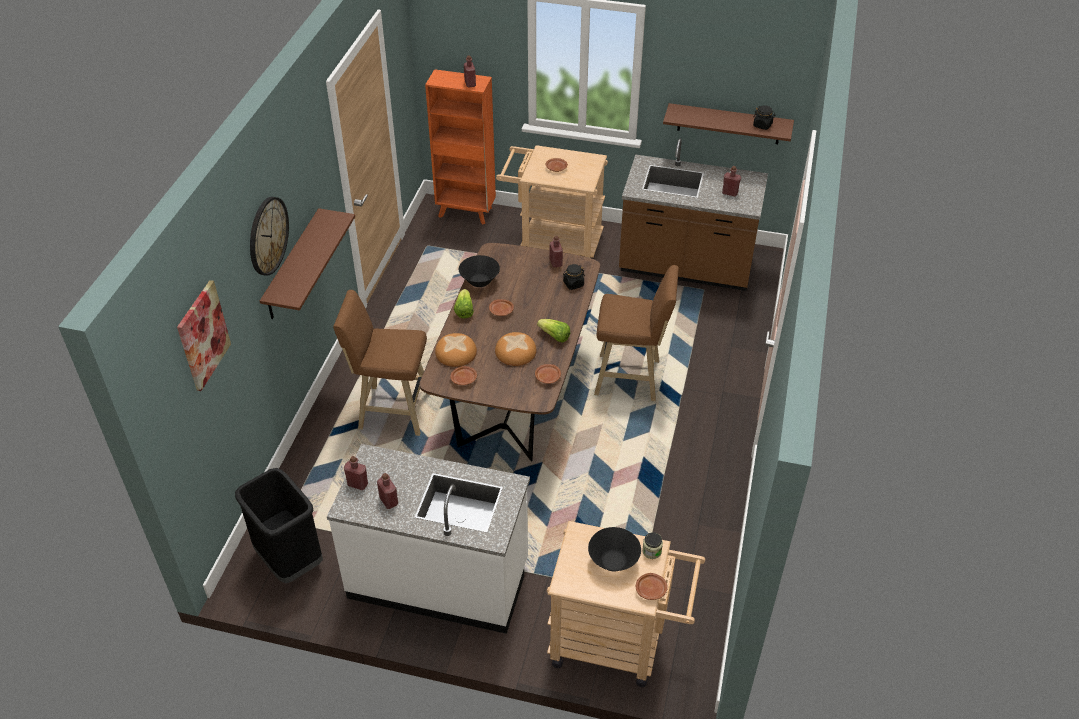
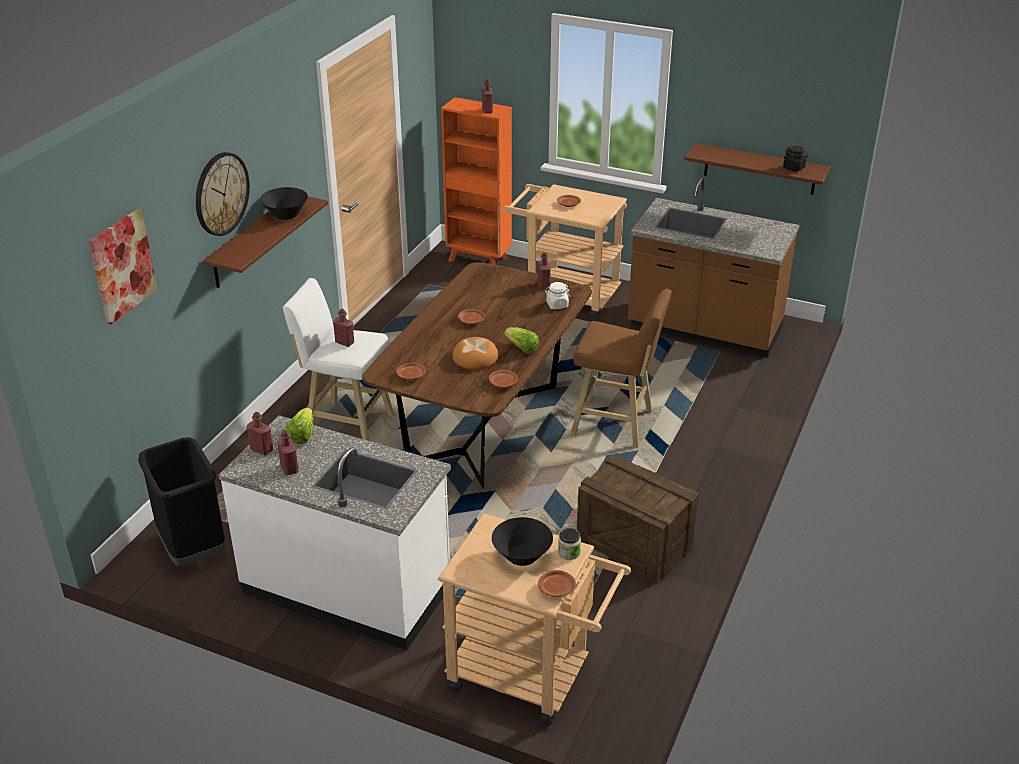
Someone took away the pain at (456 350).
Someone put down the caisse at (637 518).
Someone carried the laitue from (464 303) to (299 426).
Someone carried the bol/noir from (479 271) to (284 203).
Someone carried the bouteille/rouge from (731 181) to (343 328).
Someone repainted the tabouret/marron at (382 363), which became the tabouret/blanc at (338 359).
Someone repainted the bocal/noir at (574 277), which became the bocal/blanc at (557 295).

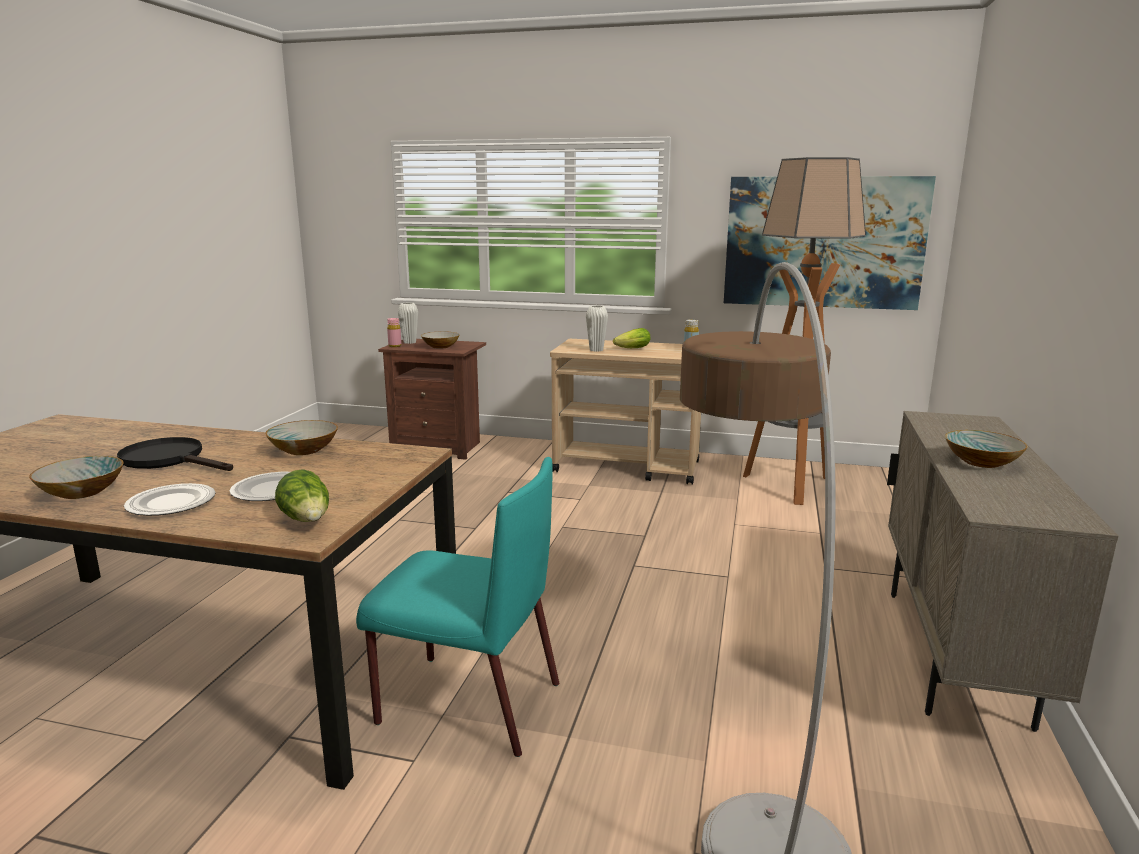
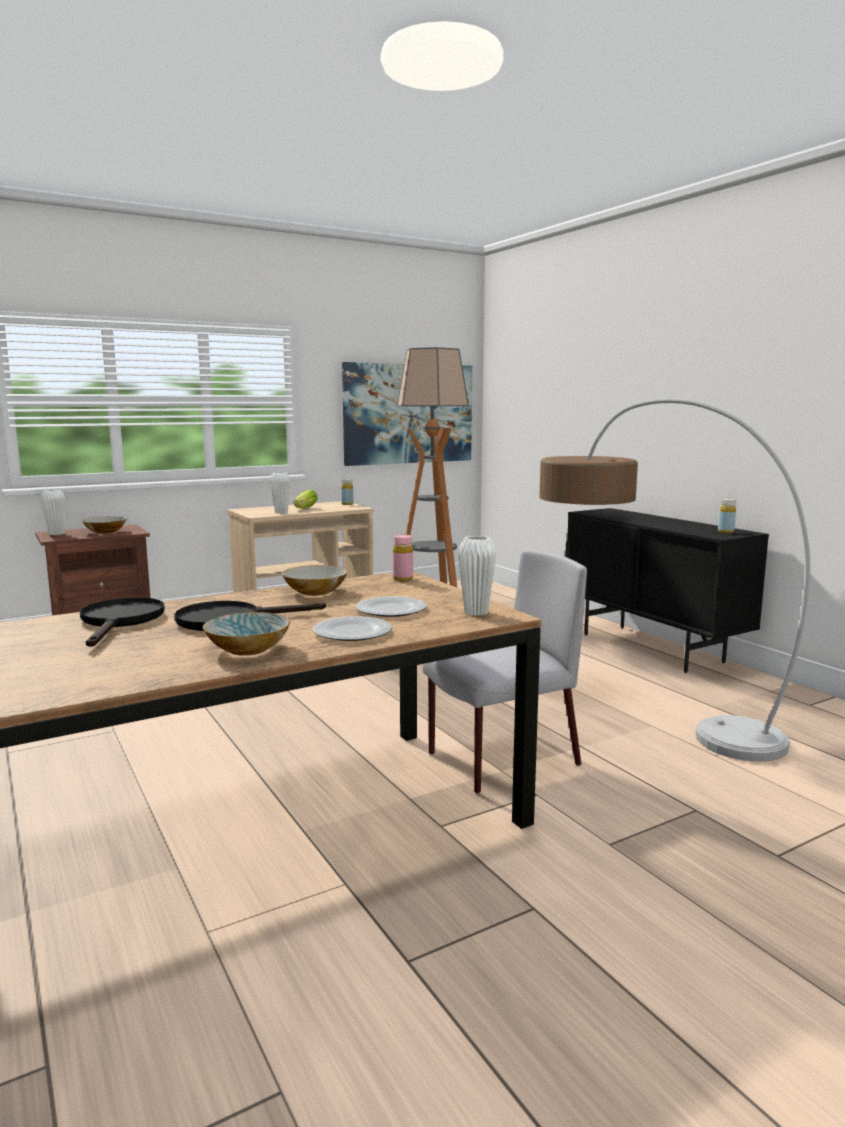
Someone took away the bol at (986 449).
Someone put down the poêle/noir at (122 622).
Someone put down the bouteille/jaune at (727 515).
Someone carried the bouteille/rose from (394 332) to (403 558).
Someone swapped the laitue at (302 495) for the vase/blanc at (477 576).
Someone repainted the chaise/turquoise at (457 607), which became the chaise/gris at (504 672).
Someone repainted the meuble de rangement/beige at (1002 571), which became the meuble de rangement/noir at (667 590).

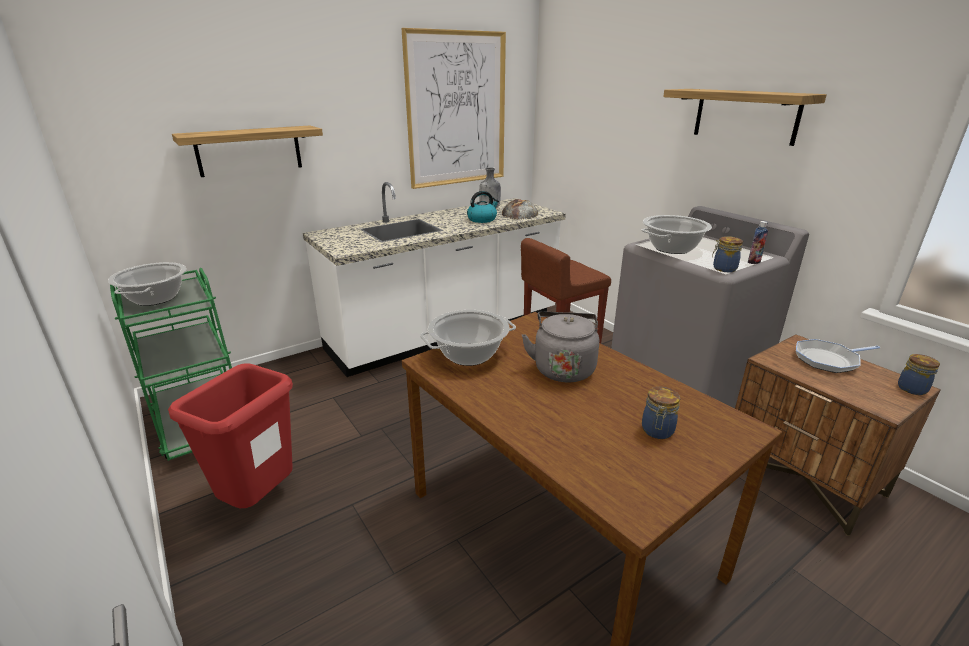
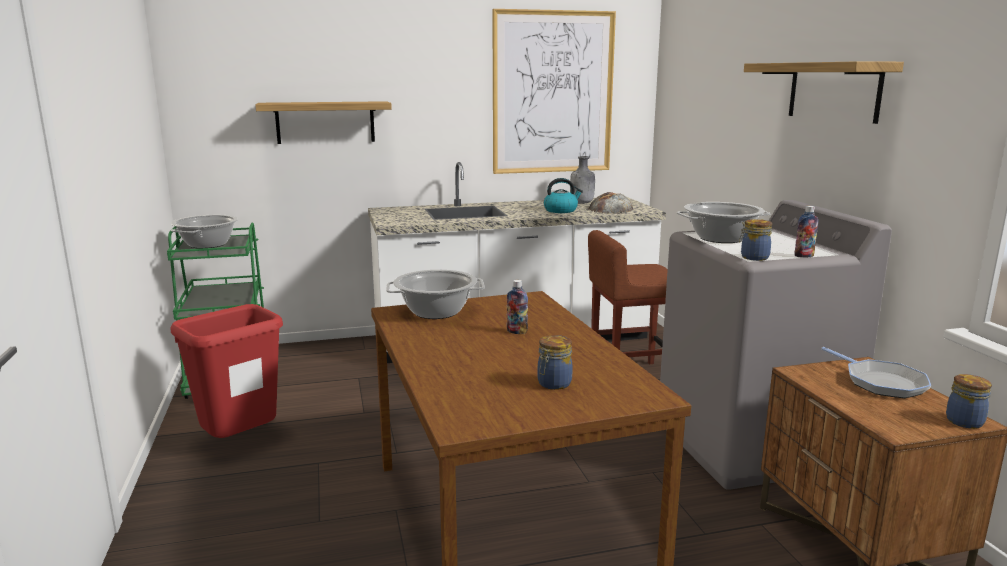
Someone swapped the bouilloire/gris at (560 347) for the bouteille at (517 307).
Someone rotated the poêle at (838 356) by 120 degrees counterclockwise.

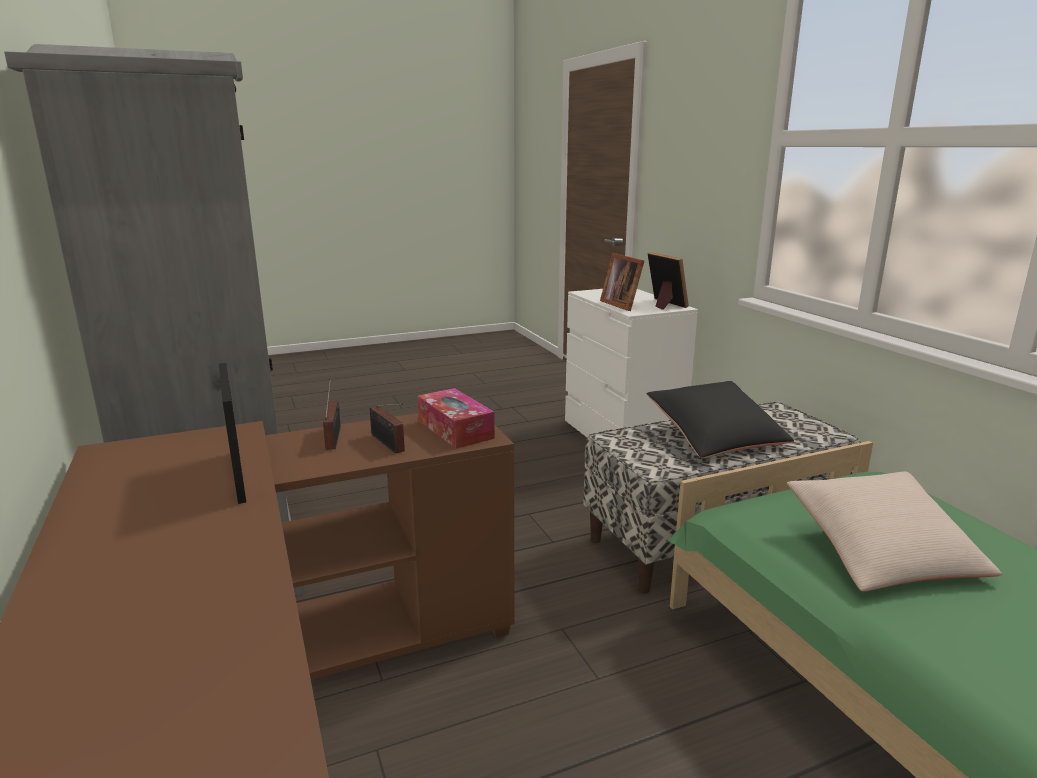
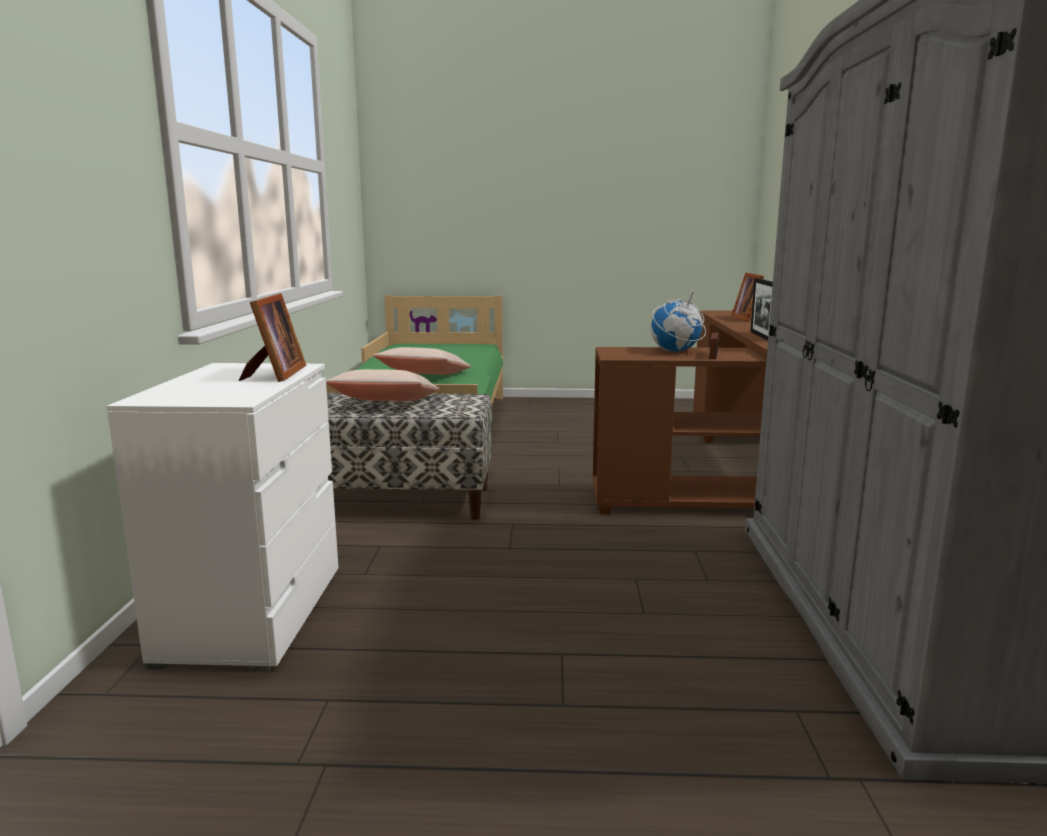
Someone took away the boîte à mouchoirs at (456 418).
Someone carried the cadre photo from (668 281) to (747 297).
Someone swapped the radio at (387 428) for the globe at (678 319).
Someone repainted the coussin/noir at (720 419), which became the coussin/beige at (382 385).

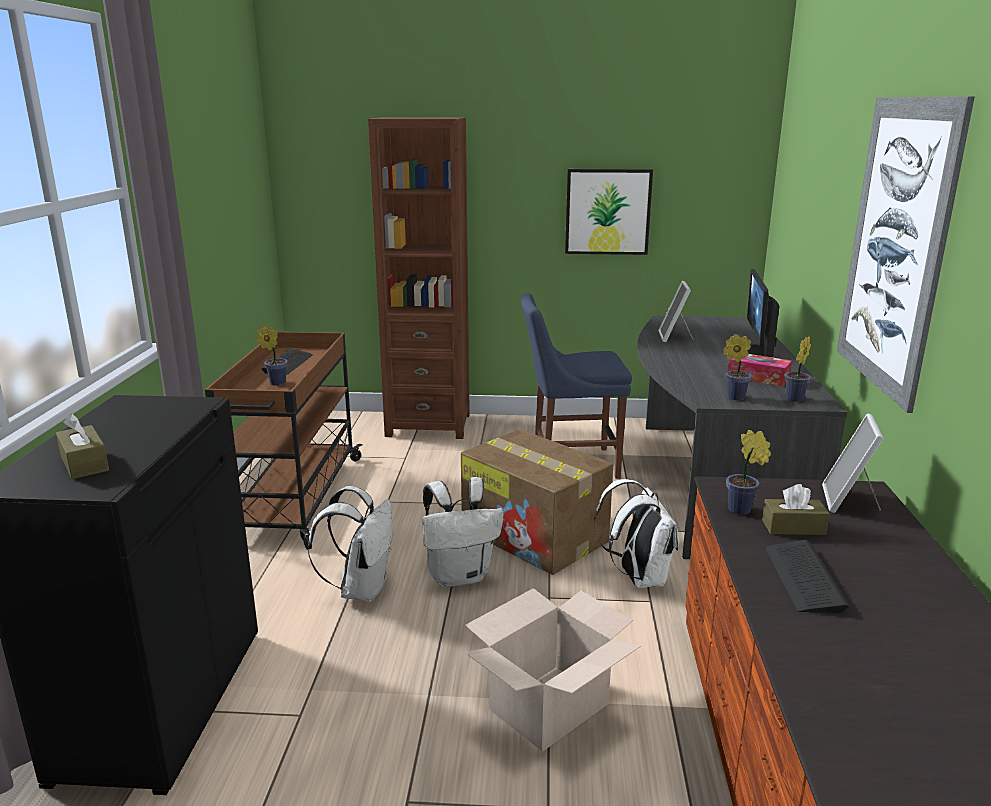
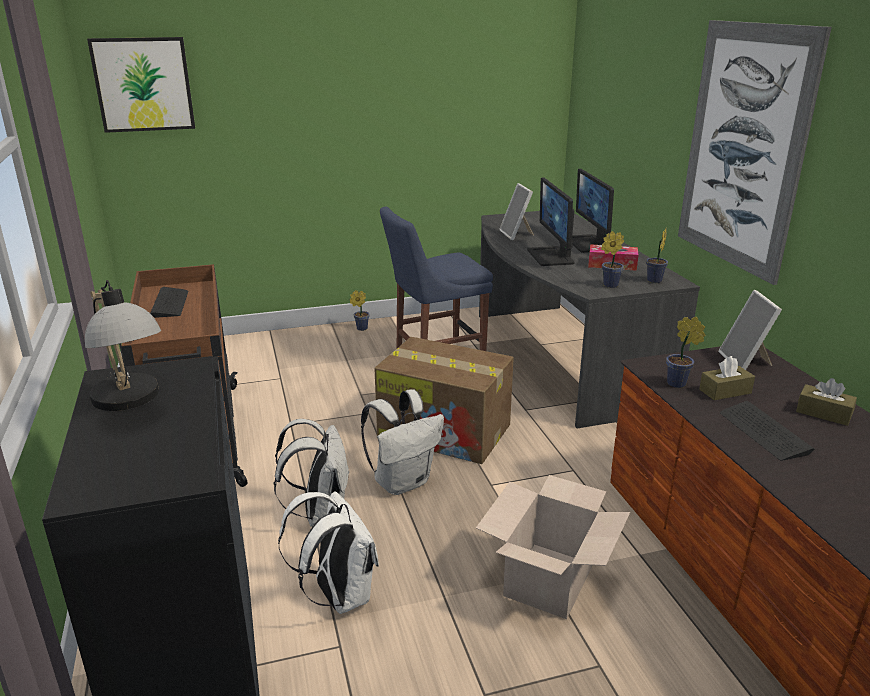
Someone took away the bibliothèque/marron at (419 278).
Someone put down the lampe de table at (123 345).
Someone put down the écran d'ordinateur at (551 221).
Someone carried the boîte à mouchoirs/marron from (82 446) to (826 402).
Someone carried the plante en pot from (272 355) to (359 310).
Someone carried the tableau from (609 212) to (141 85).
Someone carried the sac à dos/blanc from (636 533) to (328 552).

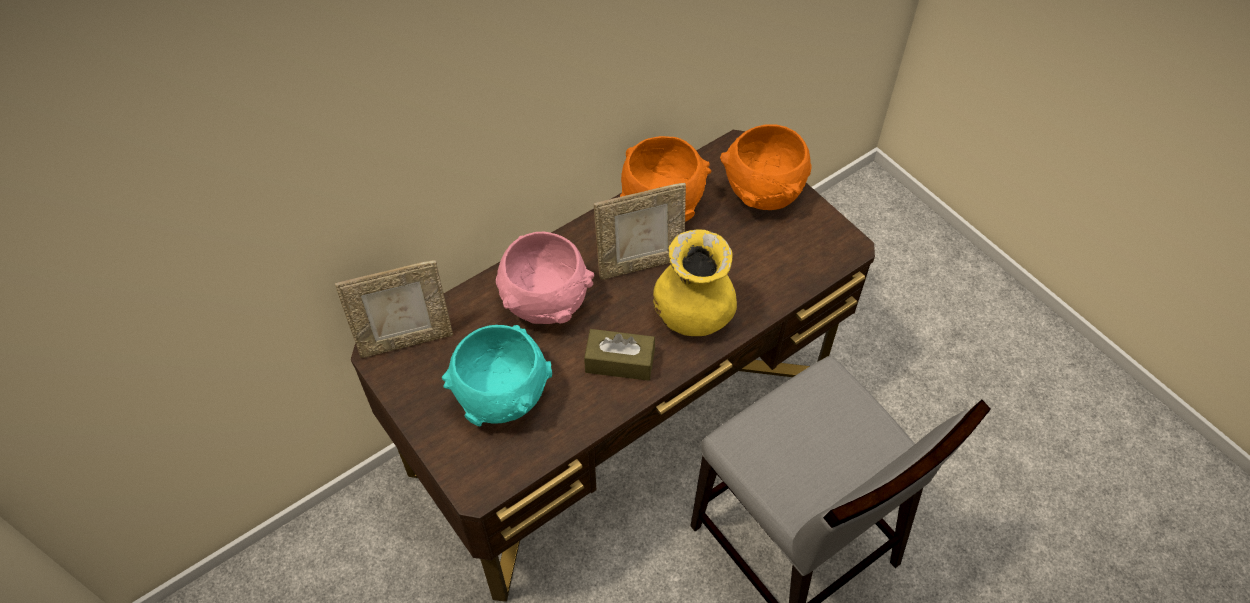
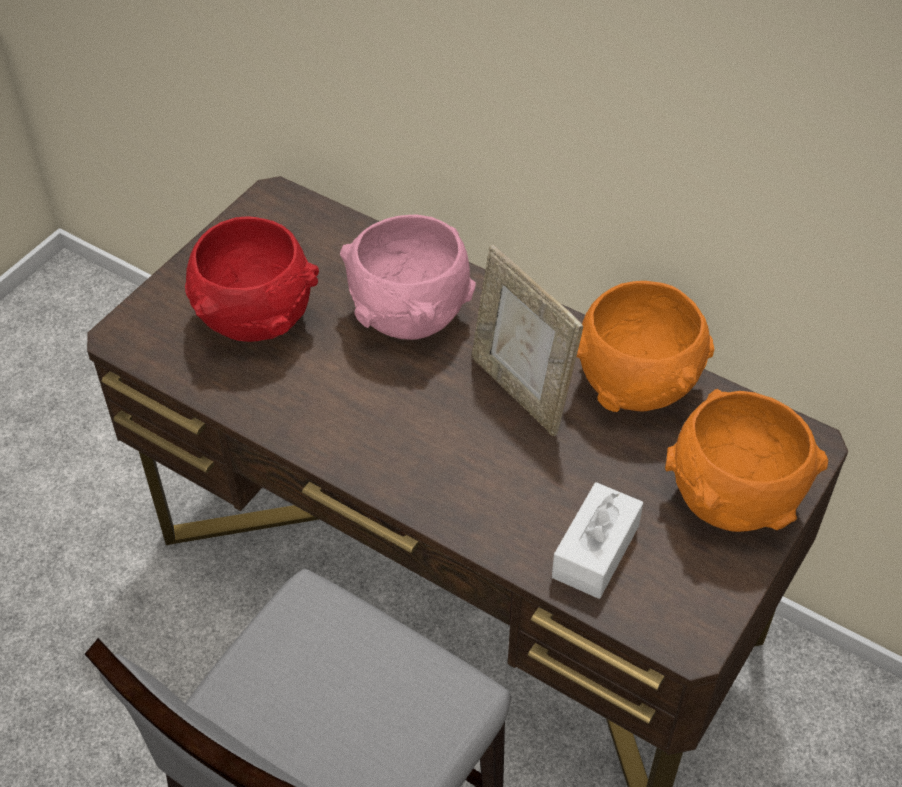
Someone took away the cadre photo at (394 309).
Someone took away the boîte à mouchoirs/marron at (619 355).
Someone took away the vase/jaune at (695 282).
Someone put down the boîte à mouchoirs/blanc at (597 540).
Someone repainted the bol/turquoise at (497 376), which became the bol/rouge at (252 279).

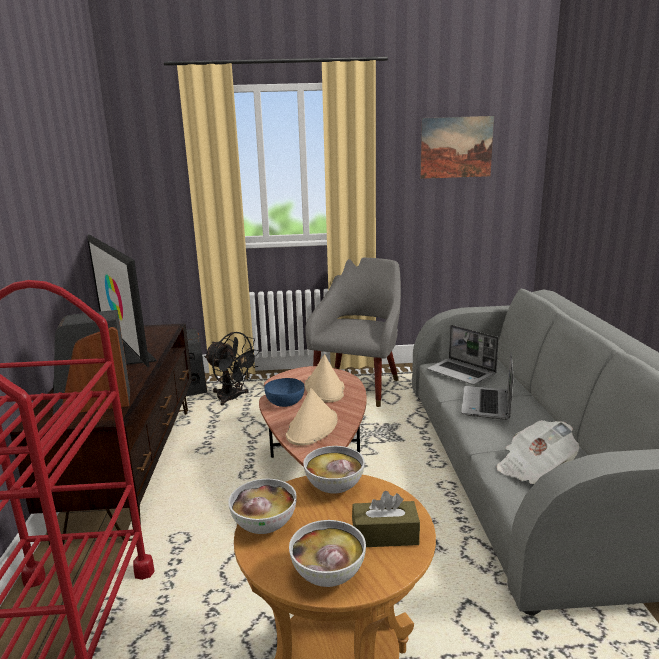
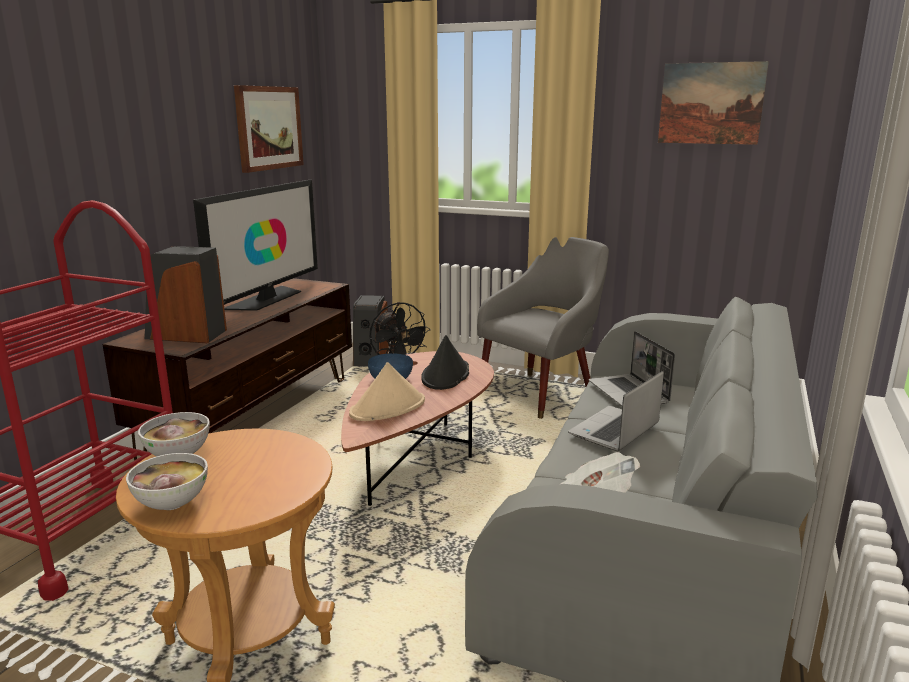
Someone took away the bol at (334 470).
Someone took away the boîte à mouchoirs/marron at (386 519).
Someone put up the tableau at (269 129).
Someone repainted the chapeau/beige at (325 378), which became the chapeau/noir at (445 362).
Someone rotated the téléviseur at (122 301) by 150 degrees counterclockwise.

